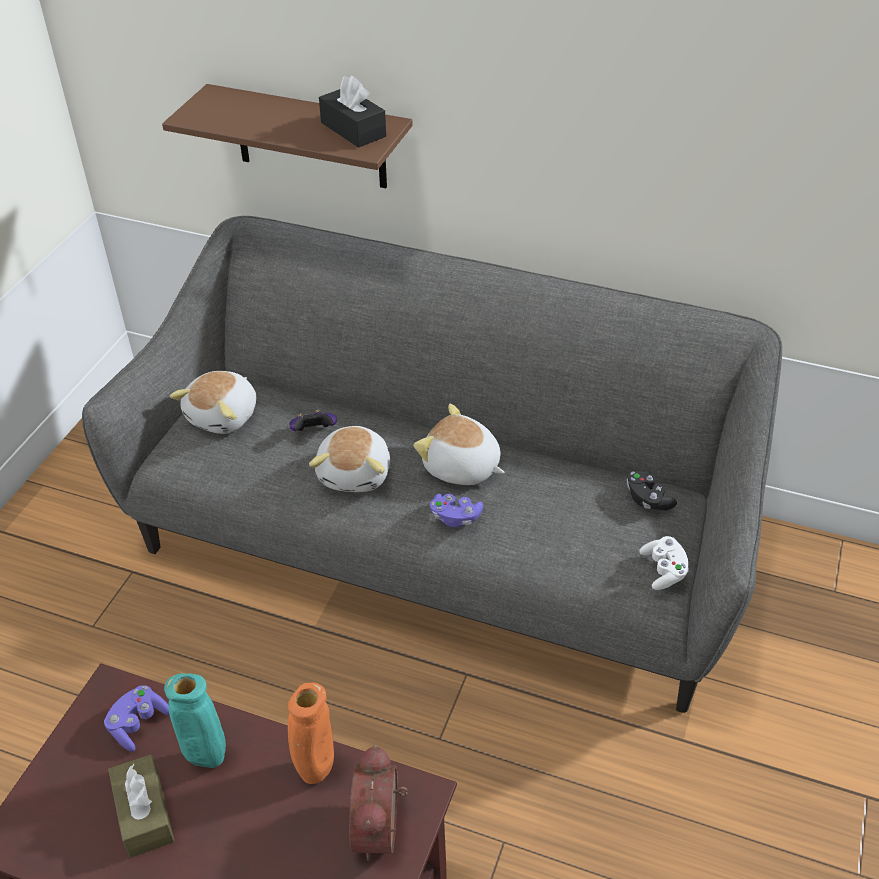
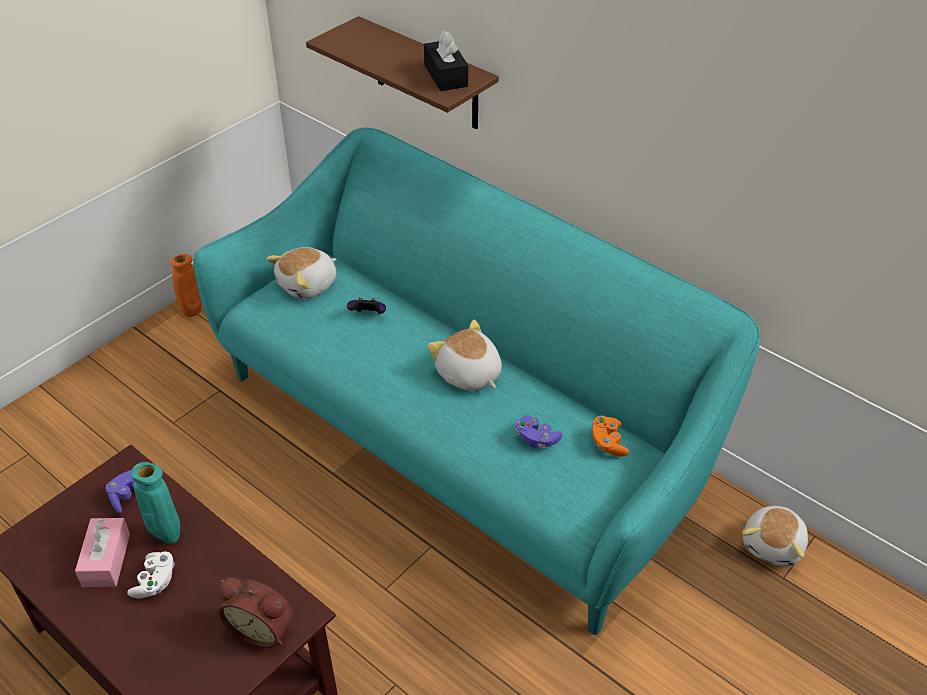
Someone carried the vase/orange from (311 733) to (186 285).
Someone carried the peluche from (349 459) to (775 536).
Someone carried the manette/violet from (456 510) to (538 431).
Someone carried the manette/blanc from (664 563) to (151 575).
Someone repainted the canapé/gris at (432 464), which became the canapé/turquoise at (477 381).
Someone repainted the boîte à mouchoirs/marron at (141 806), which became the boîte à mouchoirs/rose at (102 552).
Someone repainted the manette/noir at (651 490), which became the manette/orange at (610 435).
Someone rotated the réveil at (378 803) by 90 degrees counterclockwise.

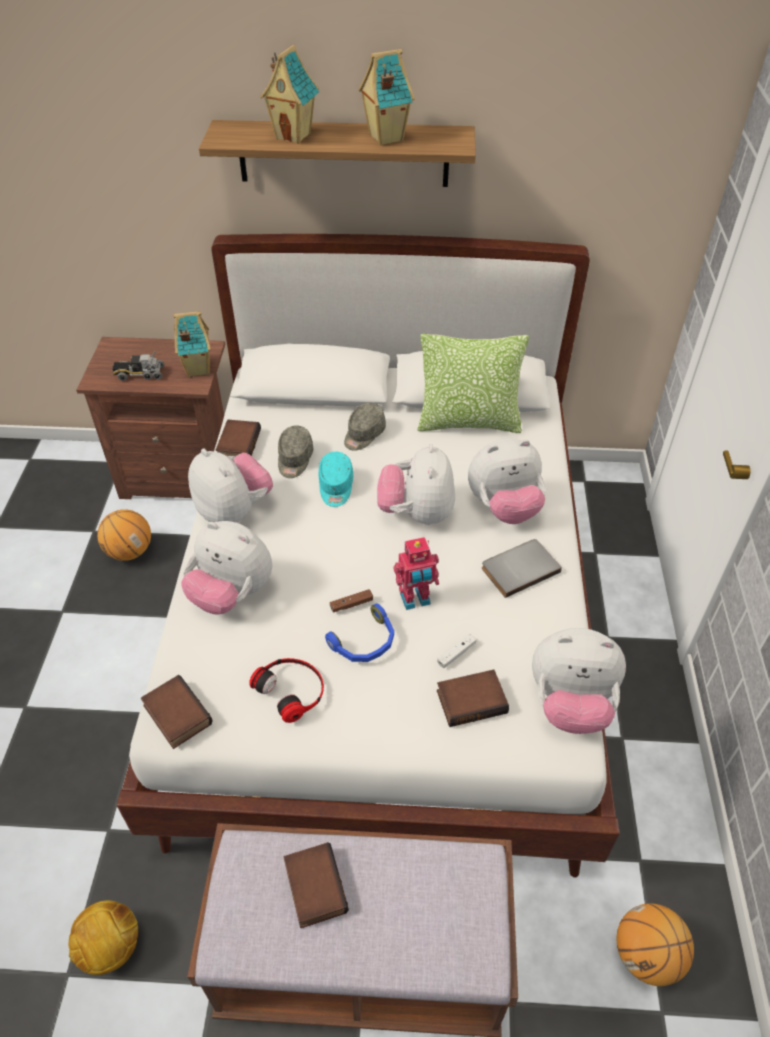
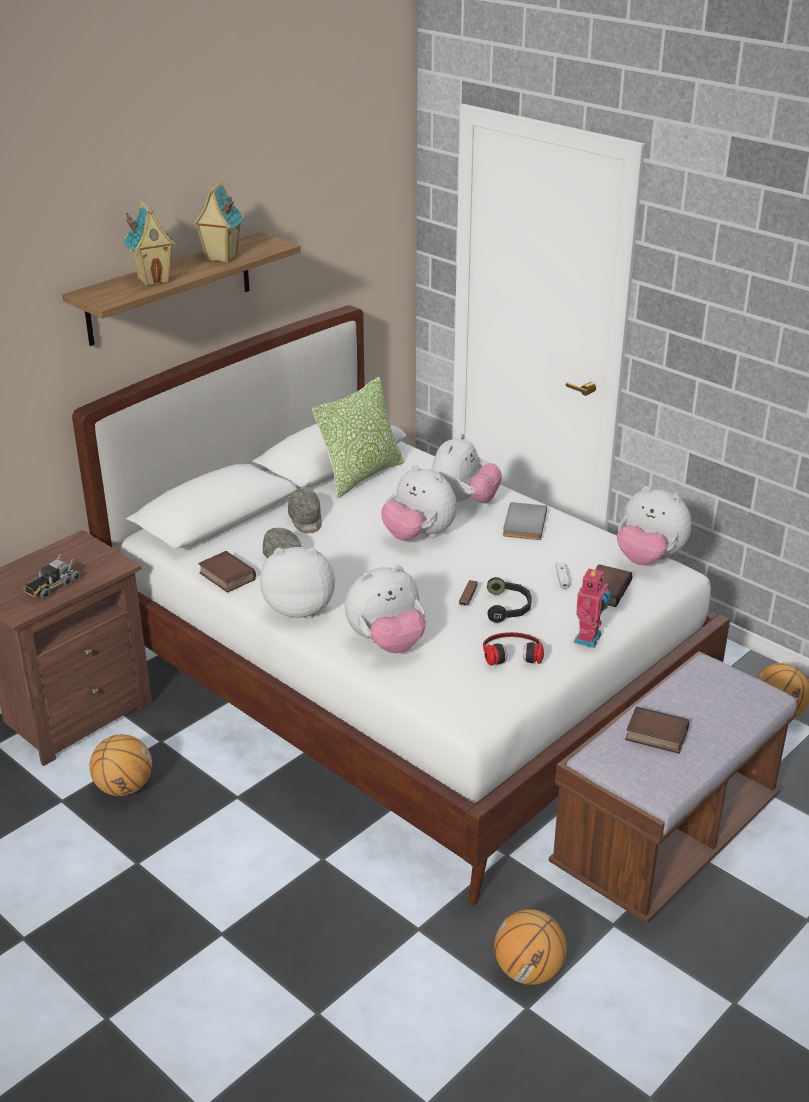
Someone took away the livre at (177 712).
Someone took away the maison miniature at (192 344).
Someone took away the casquette/turquoise at (336 479).
Someone carried the robot jouet from (416 573) to (592 607).
Someone swapped the ballon de foot at (103 937) for the ballon de basket at (530 947).
Someone repainted the casque audio/bleu at (359 632), which became the casque audio/noir at (509 600).
Someone rotated the peluche at (579 681) by 75 degrees clockwise.

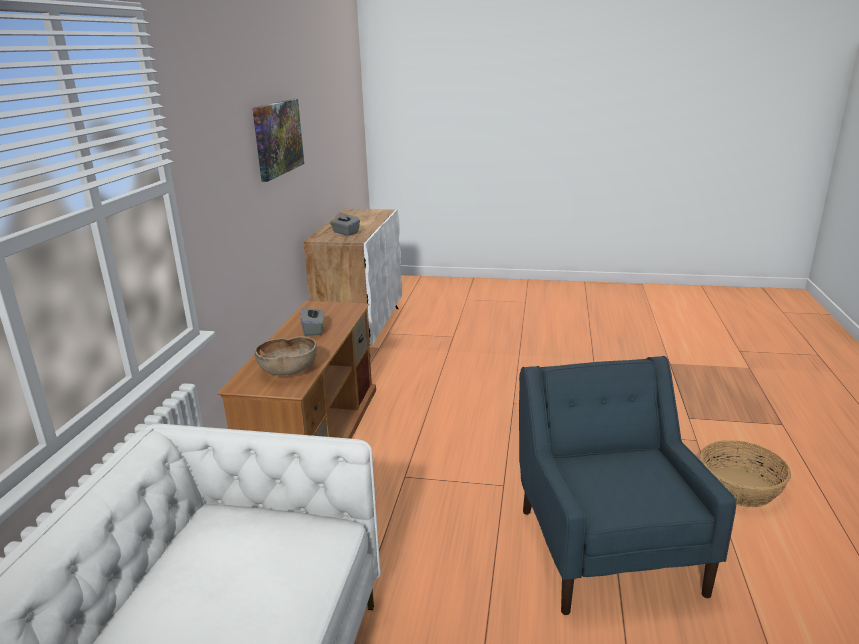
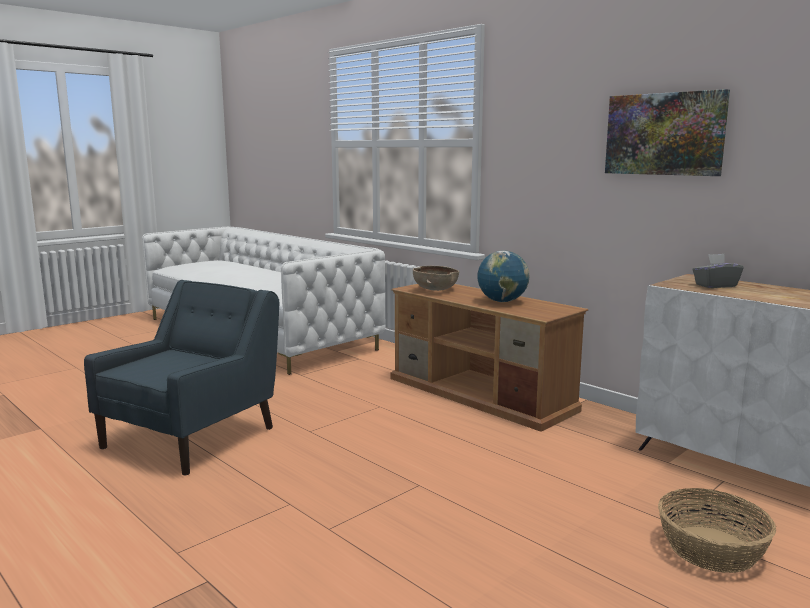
Someone carried the panier from (745 473) to (717 530).
Someone swapped the boîte à mouchoirs/gris at (312 319) for the globe at (503 276).
Someone rotated the fauteuil/bleu at (627 485) by 90 degrees counterclockwise.

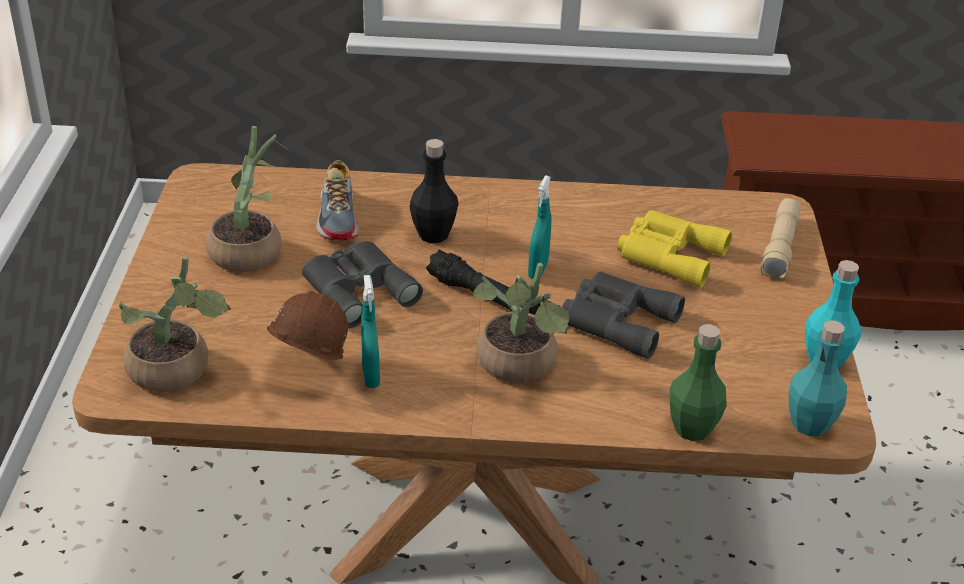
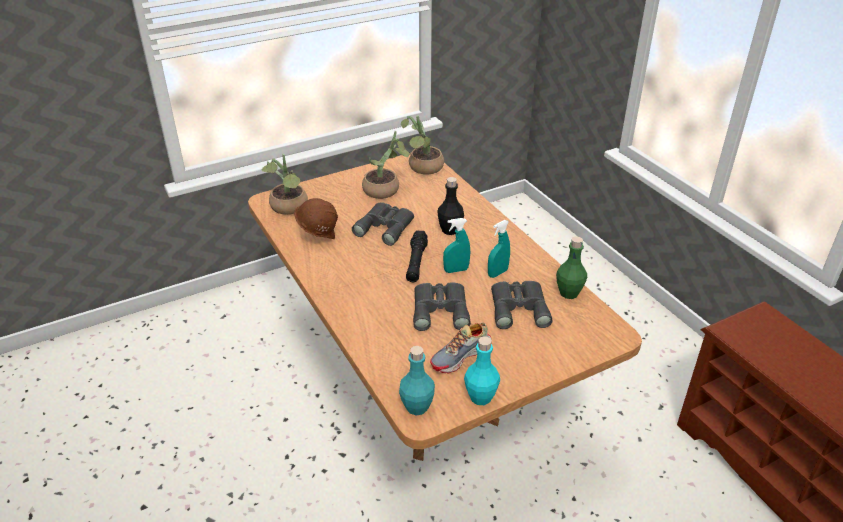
Someone took away the lampe de poche/beige at (780 238).
Someone carried the chaussure from (337 200) to (461 348).
Someone carried the vaporisateur/turquoise from (370 331) to (499 249).
Someone carried the plante en pot from (521 323) to (422 145).
Someone carried the bouteille/vert from (698 382) to (571 267).
Someone repainted the jumelles/jaune at (674 249), which became the jumelles/gris at (522 305).

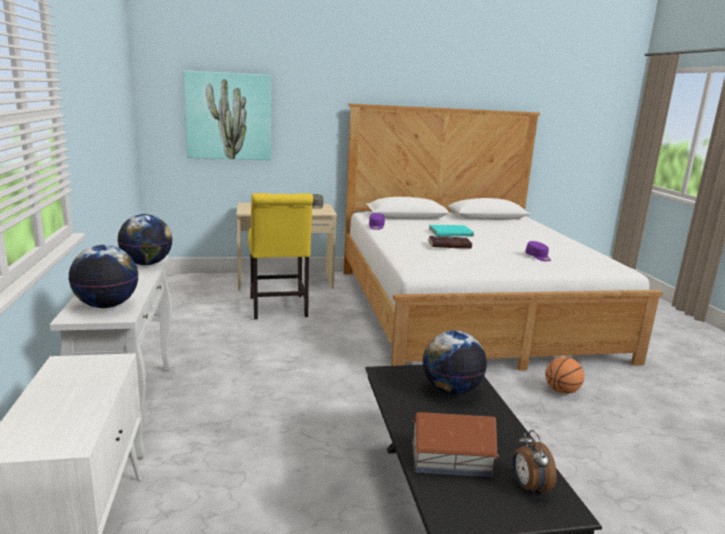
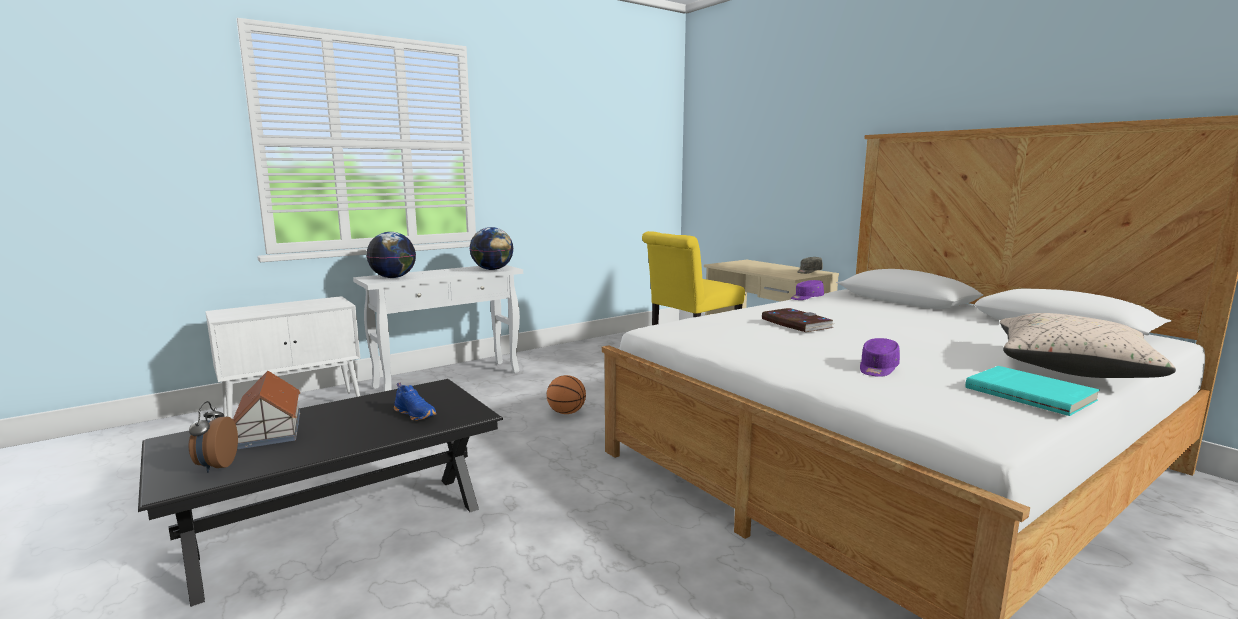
Someone took away the tableau at (227 115).
Someone put down the coussin/beige at (1088 345).
Someone carried the livre/turquoise from (451 230) to (1032 391).
Someone carried the ballon de basket from (564 375) to (566 394).
Someone swapped the globe at (455 362) for the chaussure/bleu at (415 402).
Someone rotated the réveil at (535 463) by 60 degrees counterclockwise.

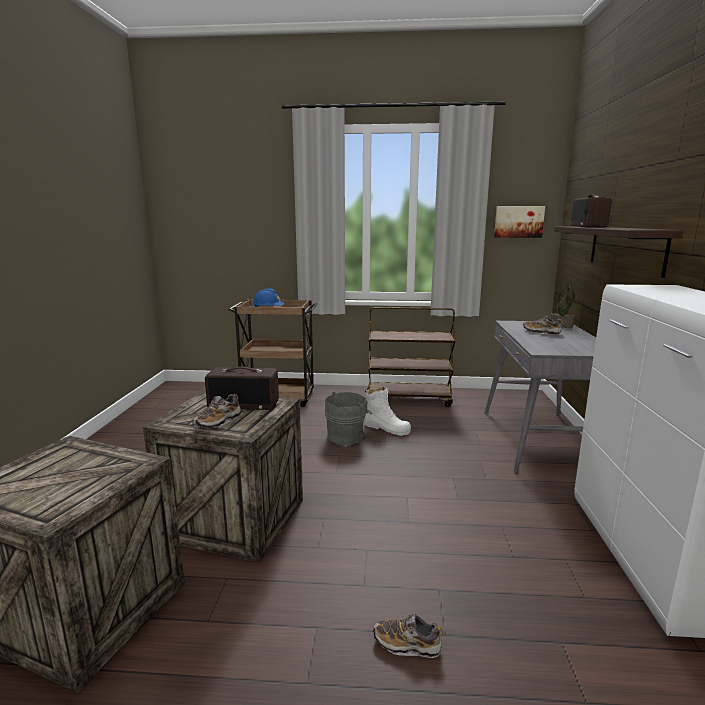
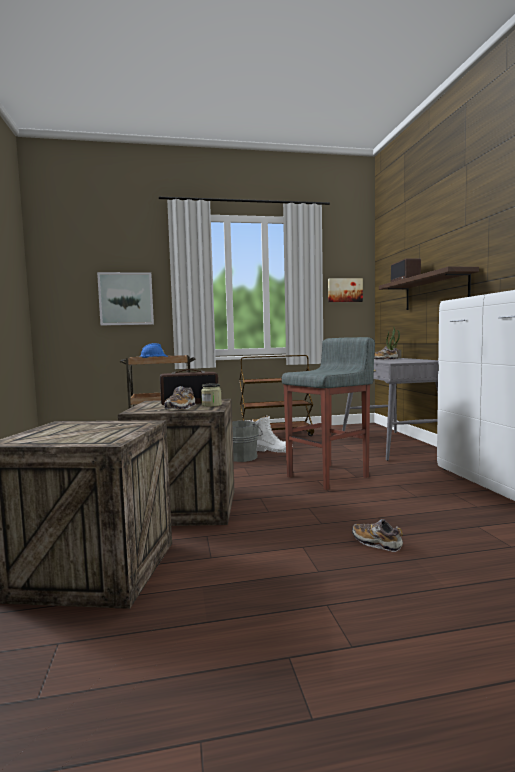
Someone put up the tableau at (125 298).
Someone put down the bocal at (211 395).
Someone put down the tabouret/gris at (328 413).
Someone rotated the chaussure at (408 635) by 45 degrees clockwise.

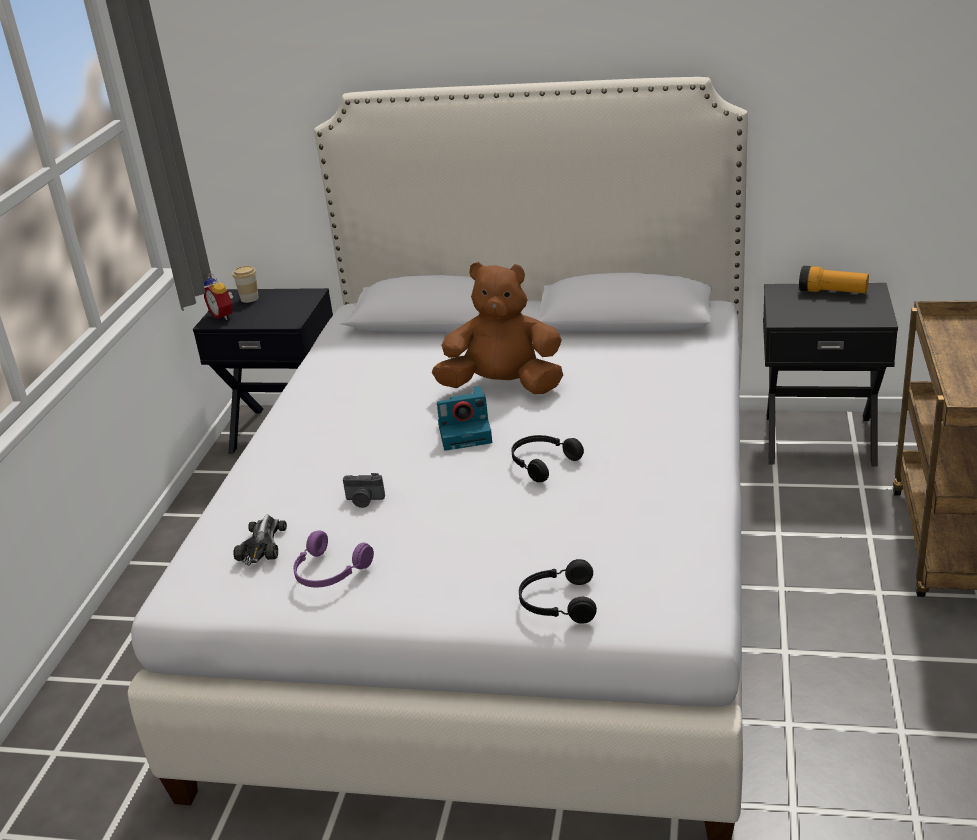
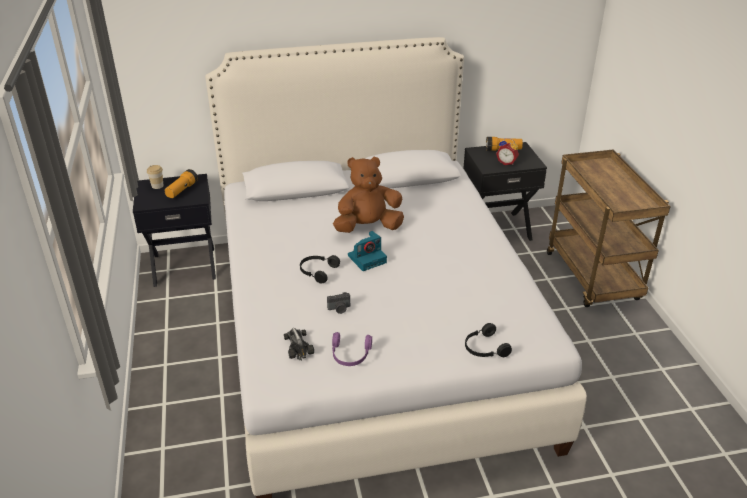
Someone put down the lampe de poche at (181 183).
Someone carried the réveil from (218 296) to (507 151).
Someone carried the casque audio/noir from (547 458) to (320 269).

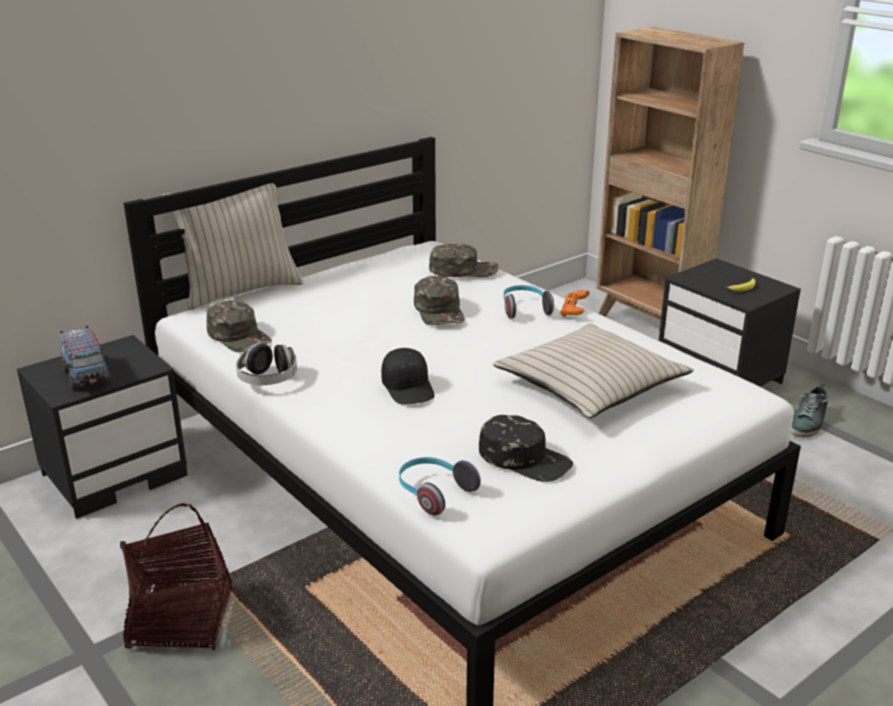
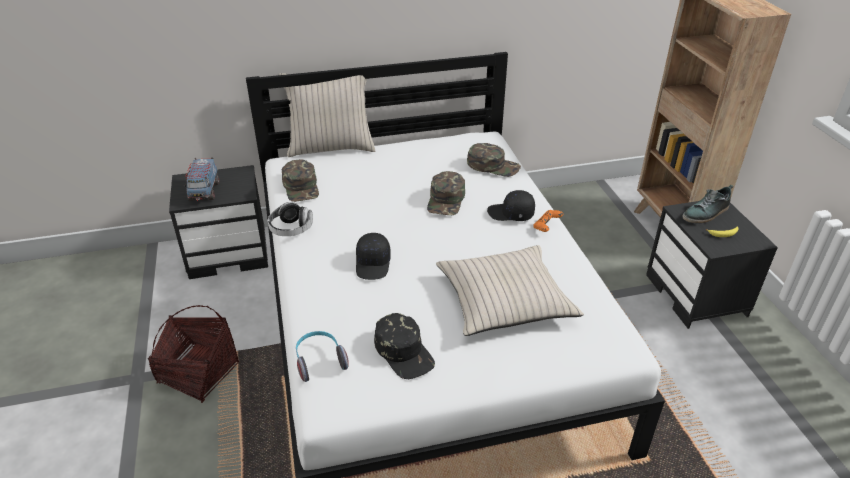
Someone carried the chaussure from (809 410) to (707 204).
Someone swapped the casque audio at (528 302) for the casquette/noir at (511 205).

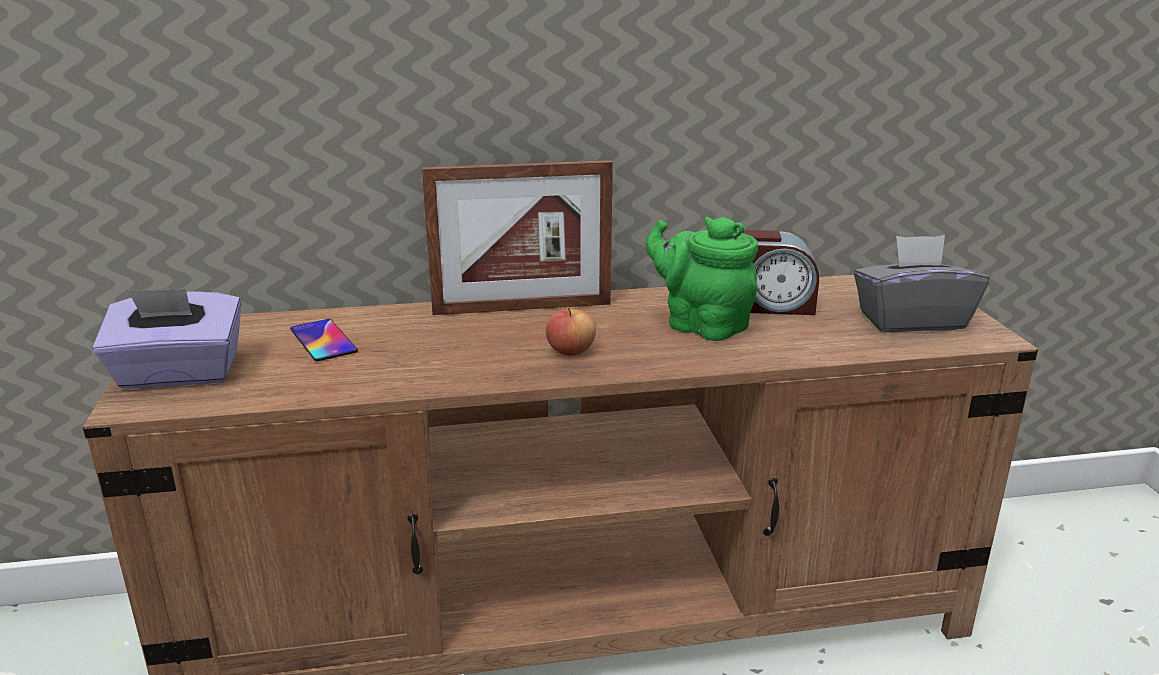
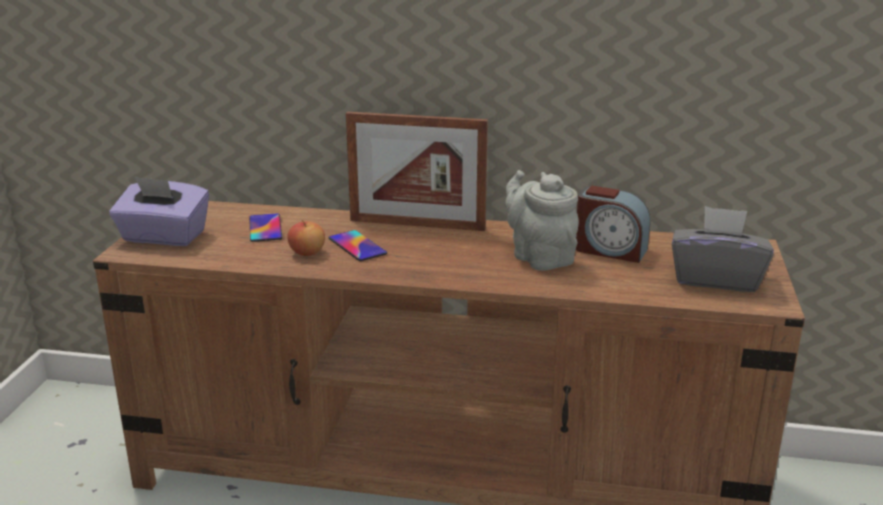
Someone put down the téléphone at (358 245).
Someone carried the pomme from (571 331) to (306 238).
Someone repainted the théière/vert at (702 279), which became the théière/gris at (542 220).

